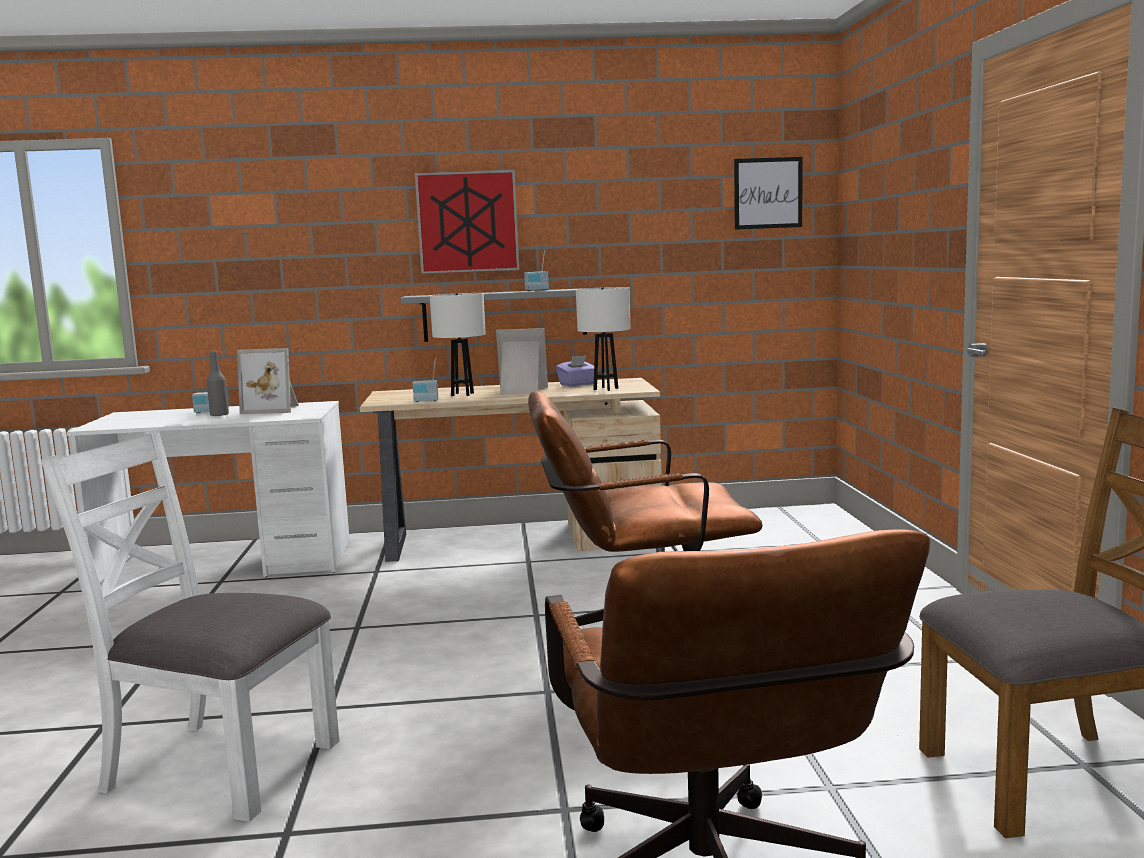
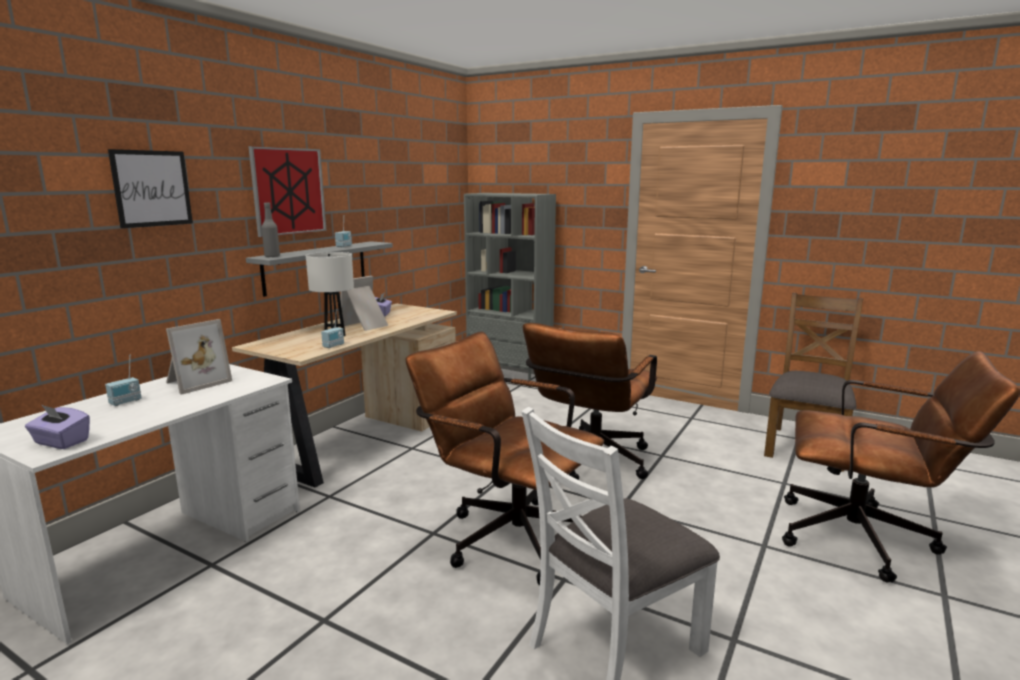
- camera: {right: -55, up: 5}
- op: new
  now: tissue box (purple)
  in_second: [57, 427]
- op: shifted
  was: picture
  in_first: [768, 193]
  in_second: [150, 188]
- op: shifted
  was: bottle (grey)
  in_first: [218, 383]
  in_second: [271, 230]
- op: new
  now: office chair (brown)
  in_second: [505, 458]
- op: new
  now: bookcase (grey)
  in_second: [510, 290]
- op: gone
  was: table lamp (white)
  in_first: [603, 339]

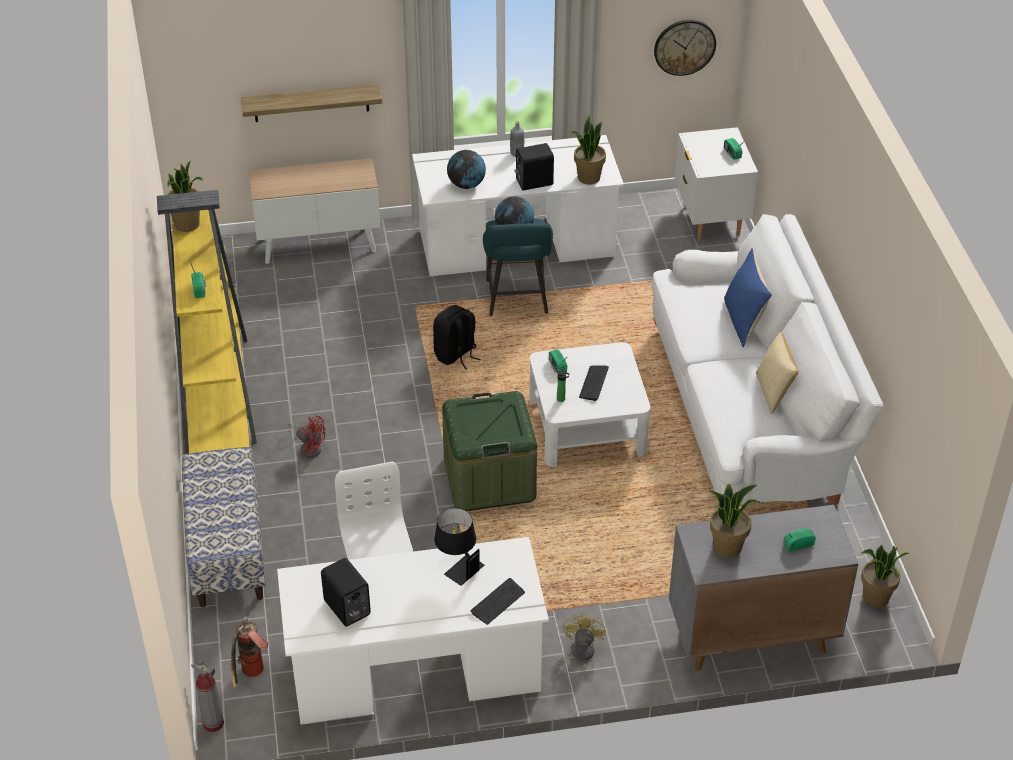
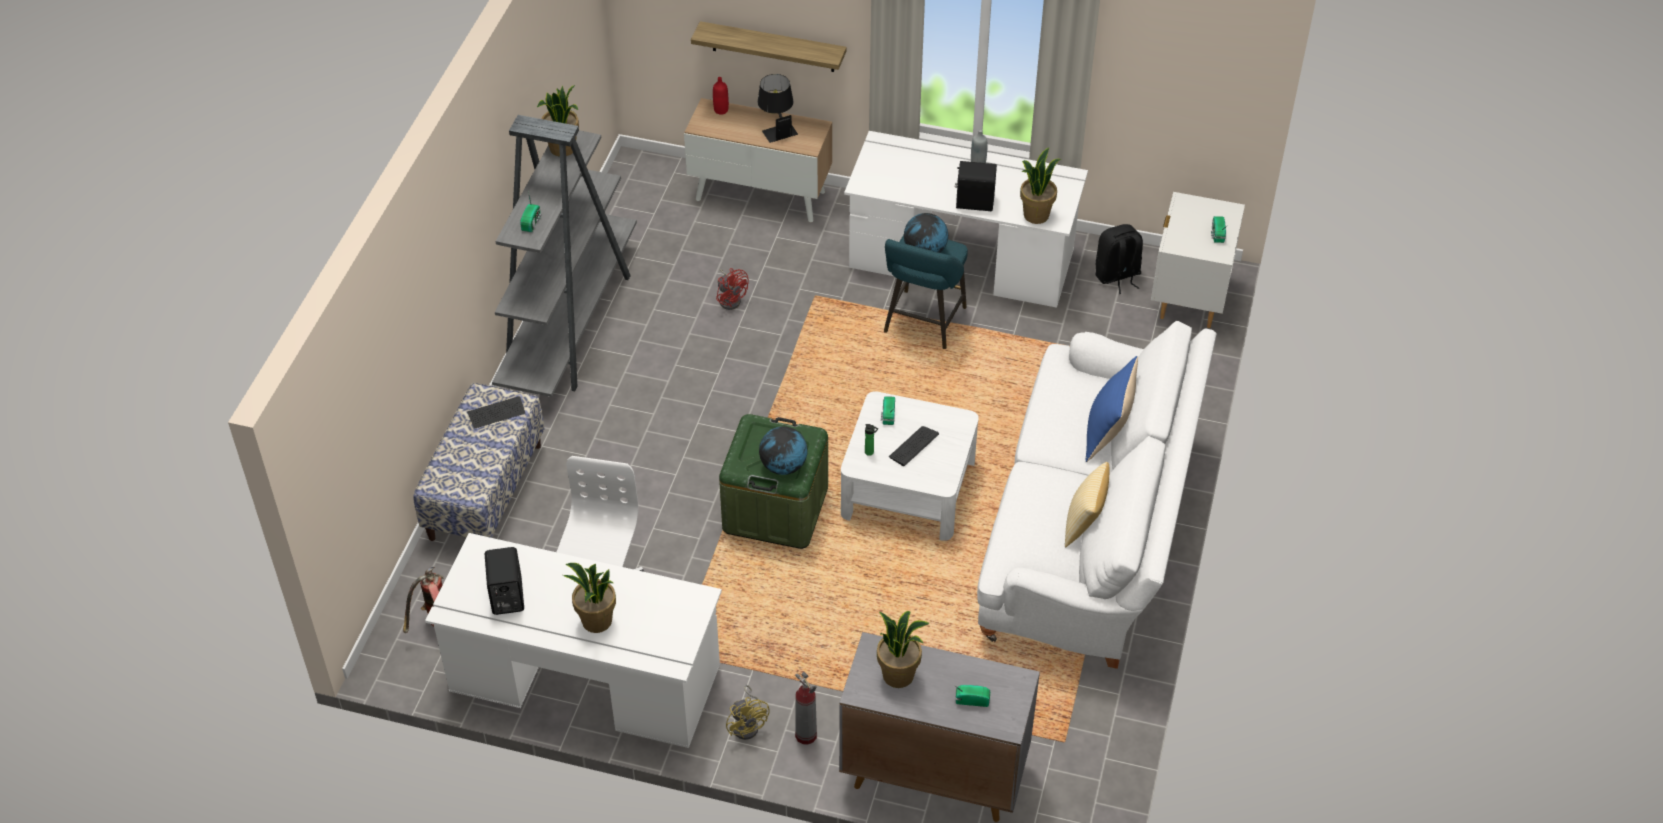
- camera: {right: 25, up: 5}
- op: shifted
  was: keyboard
  in_first: [497, 601]
  in_second: [496, 412]
- op: repainted
  was: bookcase (yellow)
  now: bookcase (grey)
  in_first: [207, 322]
  in_second: [564, 256]
- op: shifted
  was: potted plant
  in_first: [885, 576]
  in_second: [589, 598]
- op: new
  now: bottle (red)
  in_second: [721, 96]
- op: shifted
  was: fan (red)
  in_first: [306, 436]
  in_second: [732, 289]
- op: rotated
  was: fan (yellow)
  in_first: [580, 645]
  in_second: [748, 712]
  clockwise: 120
- op: shifted
  was: table lamp (black)
  in_first: [459, 547]
  in_second: [778, 108]
- op: shifted
  was: globe
  in_first: [466, 169]
  in_second: [783, 450]
- op: shifted
  was: fire extinguisher
  in_first: [207, 696]
  in_second: [806, 708]
- op: shifted
  was: backpack (black)
  in_first: [456, 337]
  in_second: [1119, 259]
- op: gone
  was: wall clock
  in_first: [685, 48]

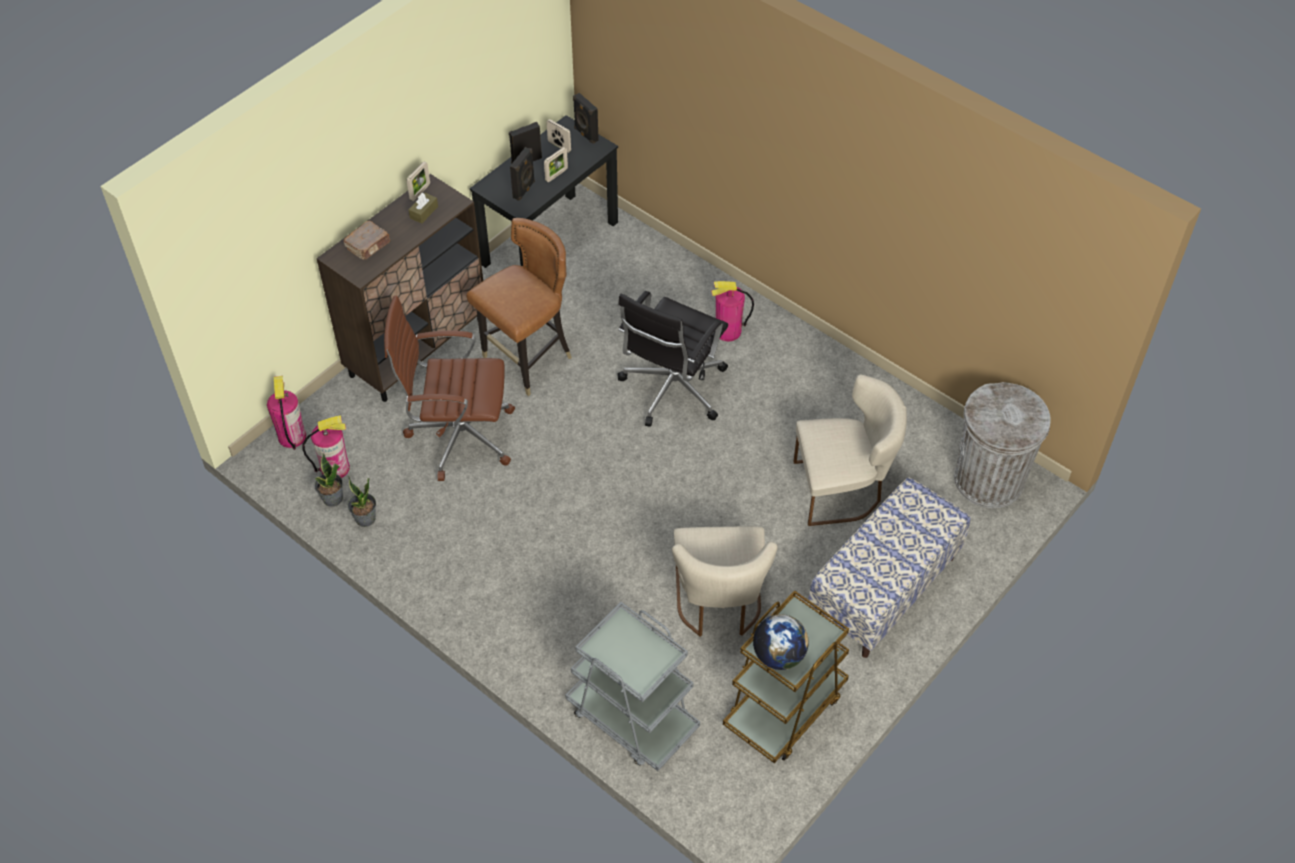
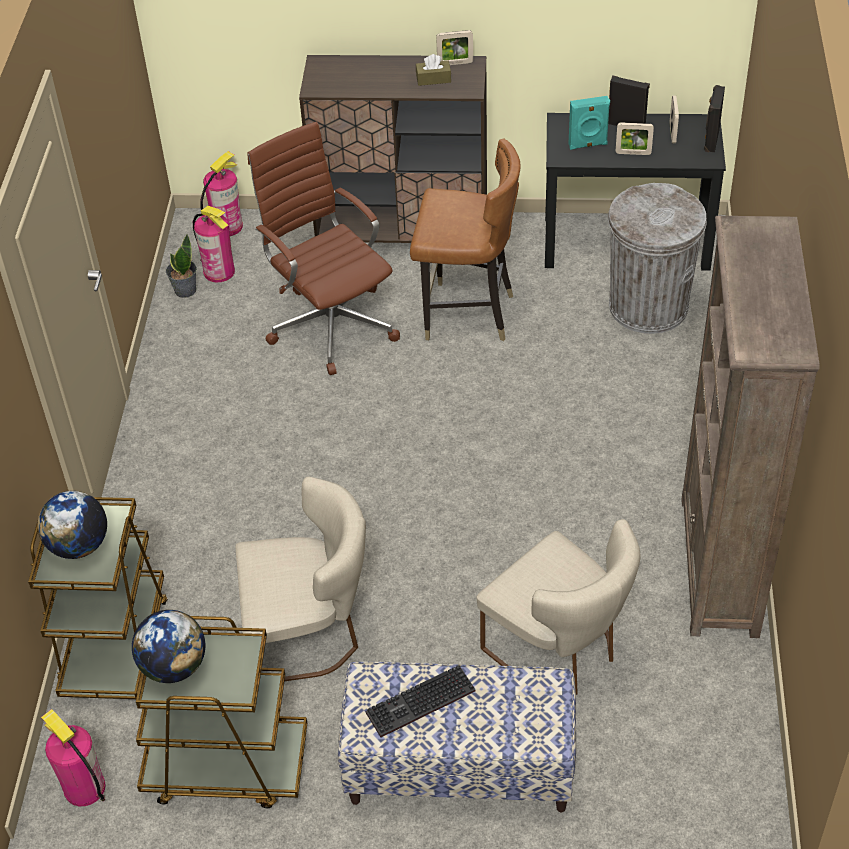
- camera: {right: 55, up: -5}
- op: repainted
  was: cart (grey)
  now: cart (brown)
  in_first: [632, 686]
  in_second: [98, 597]
- op: new
  now: globe
  in_second: [72, 525]
- op: shifted
  was: fire extinguisher
  in_first: [732, 311]
  in_second: [73, 757]
- op: rotated
  was: chair (beige)
  in_first: [725, 581]
  in_second: [301, 579]
  clockwise: -150
- op: new
  now: keyboard
  in_second: [421, 701]
- op: repainted
  was: speaker (black)
  now: speaker (turquoise)
  in_first: [522, 174]
  in_second: [589, 123]
- op: shifted
  was: trash can (grey)
  in_first: [1002, 445]
  in_second: [657, 258]
- op: new
  now: bookcase (brown)
  in_second: [750, 427]
- op: gone
  was: book (brown)
  in_first: [366, 240]
- op: gone
  was: potted plant
  in_first: [362, 501]
- op: gone
  was: office chair (black)
  in_first: [672, 359]

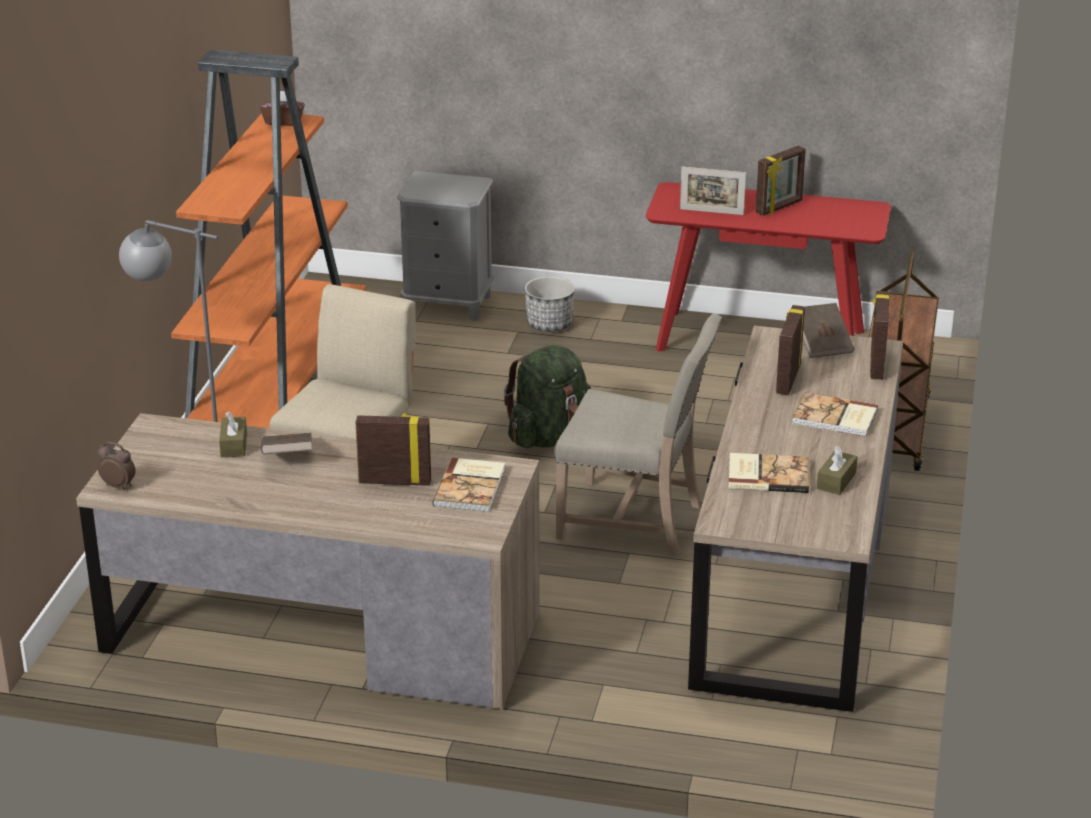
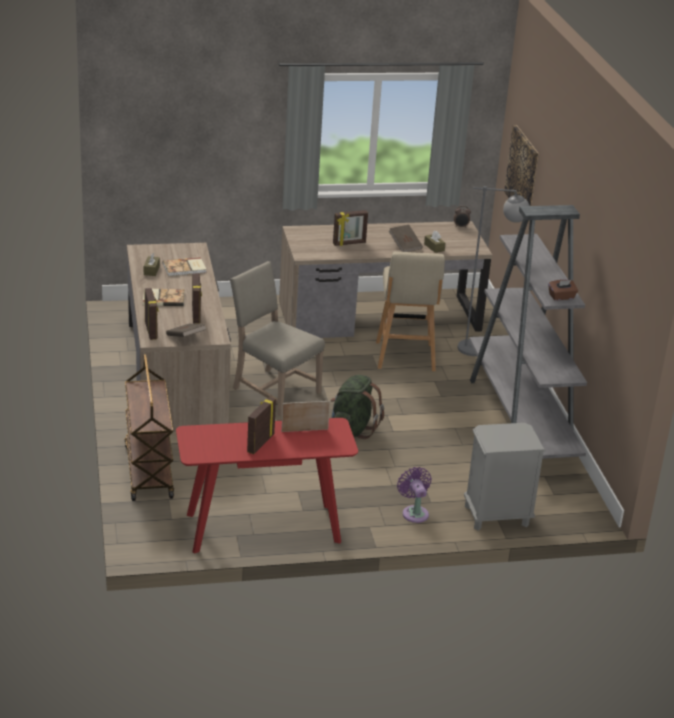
- camera: {right: 155, up: 0}
- op: rotated
  was: chair (beige)
  in_first: [638, 434]
  in_second: [277, 338]
  clockwise: 45
- op: swapped
  was: planter
  now: fan (purple)
  in_first: [550, 304]
  in_second: [414, 495]
- op: repainted
  was: bookcase (orange)
  now: bookcase (grey)
  in_first: [268, 239]
  in_second: [528, 332]
- op: new
  now: picture
  in_second: [521, 173]
- op: gone
  was: book
  in_first: [469, 485]

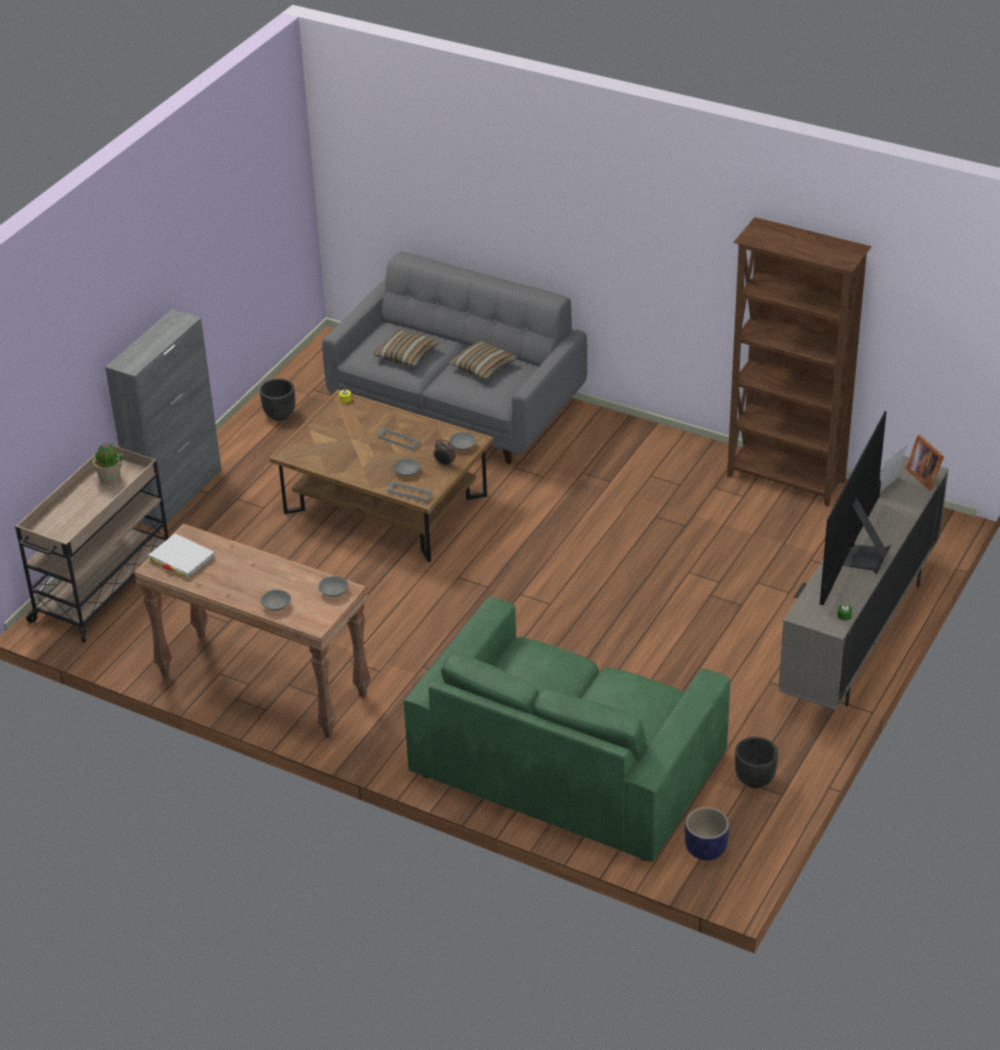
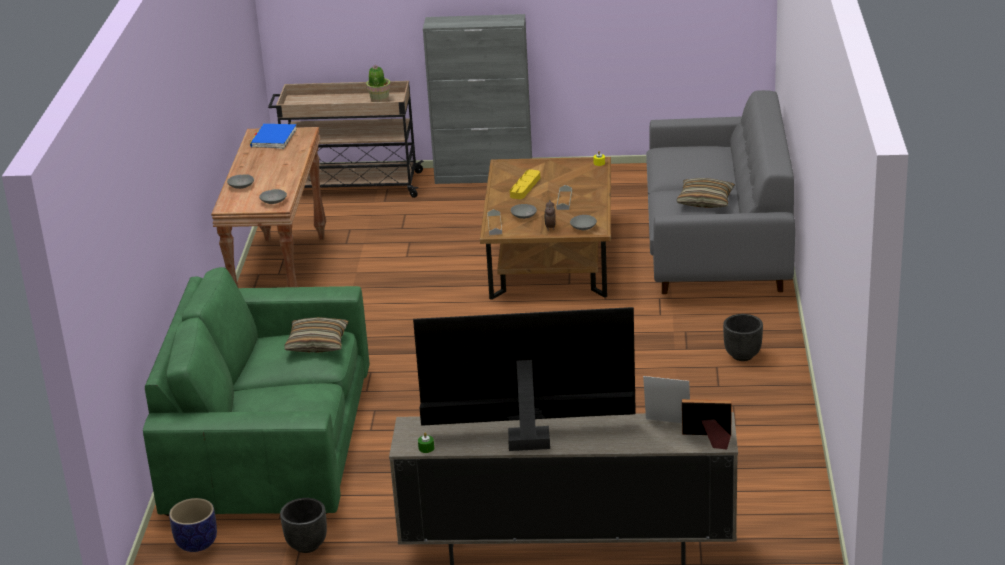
- camera: {right: 65, up: -10}
- op: repainted
  was: book (white)
  now: book (blue)
  in_first: [181, 555]
  in_second: [273, 136]
- op: shifted
  was: pillow
  in_first: [406, 348]
  in_second: [316, 334]
- op: new
  now: tray (yellow)
  in_second: [525, 184]
- op: rotated
  was: picture frame
  in_first: [925, 462]
  in_second: [707, 424]
  clockwise: 60
- op: shifted
  was: planter (black)
  in_first: [277, 400]
  in_second: [743, 337]
- op: gone
  was: bookcase (brown)
  in_first: [799, 362]

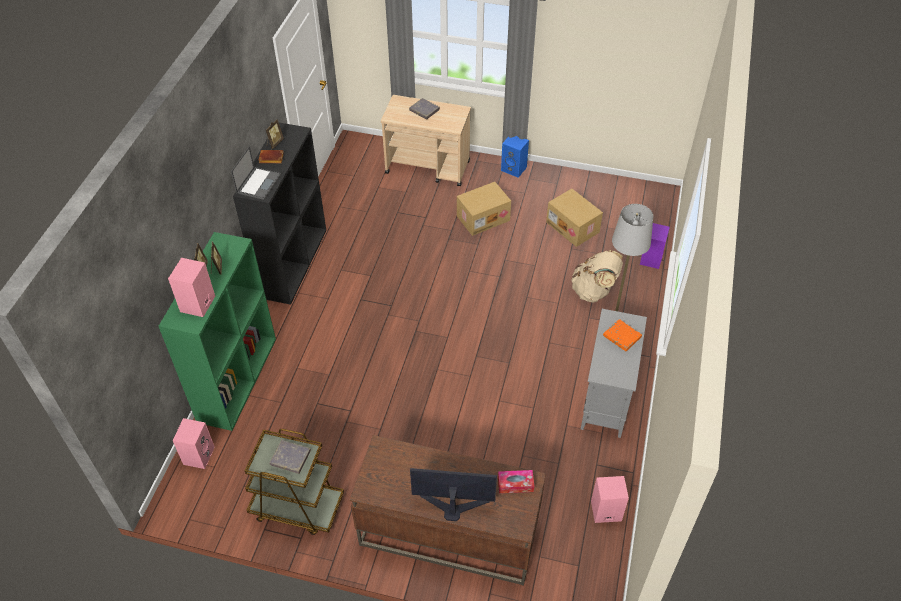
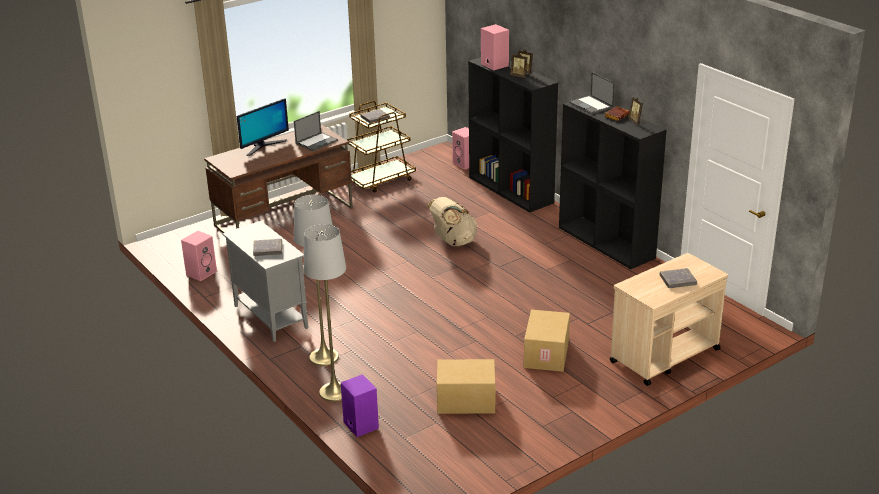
- camera: {right: 130, up: -20}
- op: repainted
  was: book (orange)
  now: book (grey)
  in_first: [622, 335]
  in_second: [267, 247]
- op: new
  now: laptop
  in_second: [316, 131]
- op: new
  now: floor lamp (grey)
  in_second: [324, 313]
- op: shifted
  was: backpack (beige)
  in_first: [597, 276]
  in_second: [452, 221]
- op: repainted
  was: bookcase (green)
  now: bookcase (black)
  in_first: [217, 331]
  in_second: [513, 134]
- op: gone
  was: tissue box
  in_first: [516, 481]
- op: gone
  was: speaker (blue)
  in_first: [515, 157]

